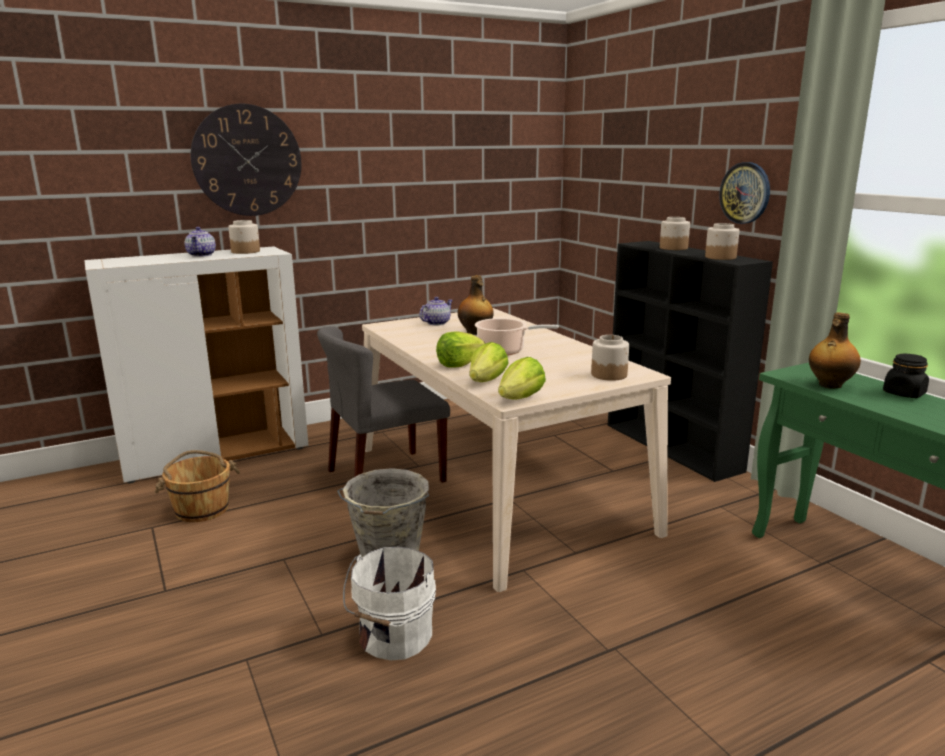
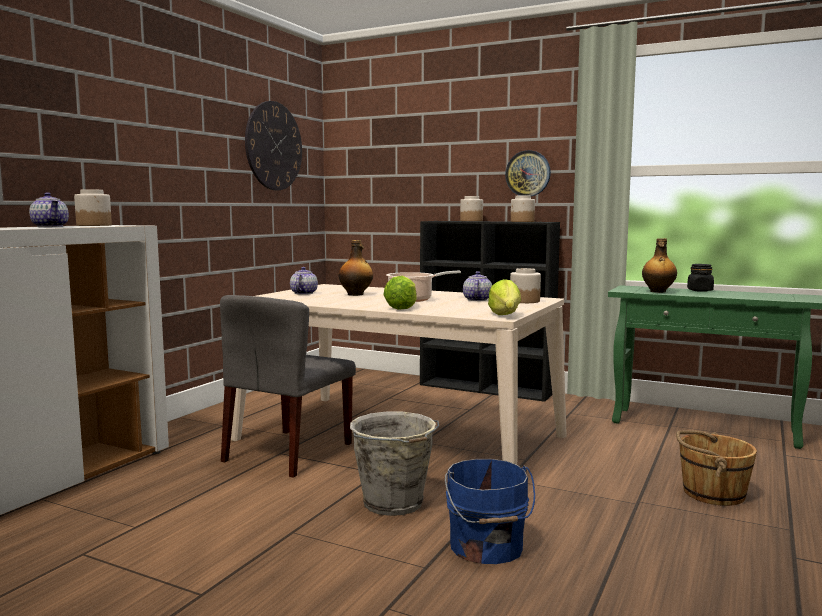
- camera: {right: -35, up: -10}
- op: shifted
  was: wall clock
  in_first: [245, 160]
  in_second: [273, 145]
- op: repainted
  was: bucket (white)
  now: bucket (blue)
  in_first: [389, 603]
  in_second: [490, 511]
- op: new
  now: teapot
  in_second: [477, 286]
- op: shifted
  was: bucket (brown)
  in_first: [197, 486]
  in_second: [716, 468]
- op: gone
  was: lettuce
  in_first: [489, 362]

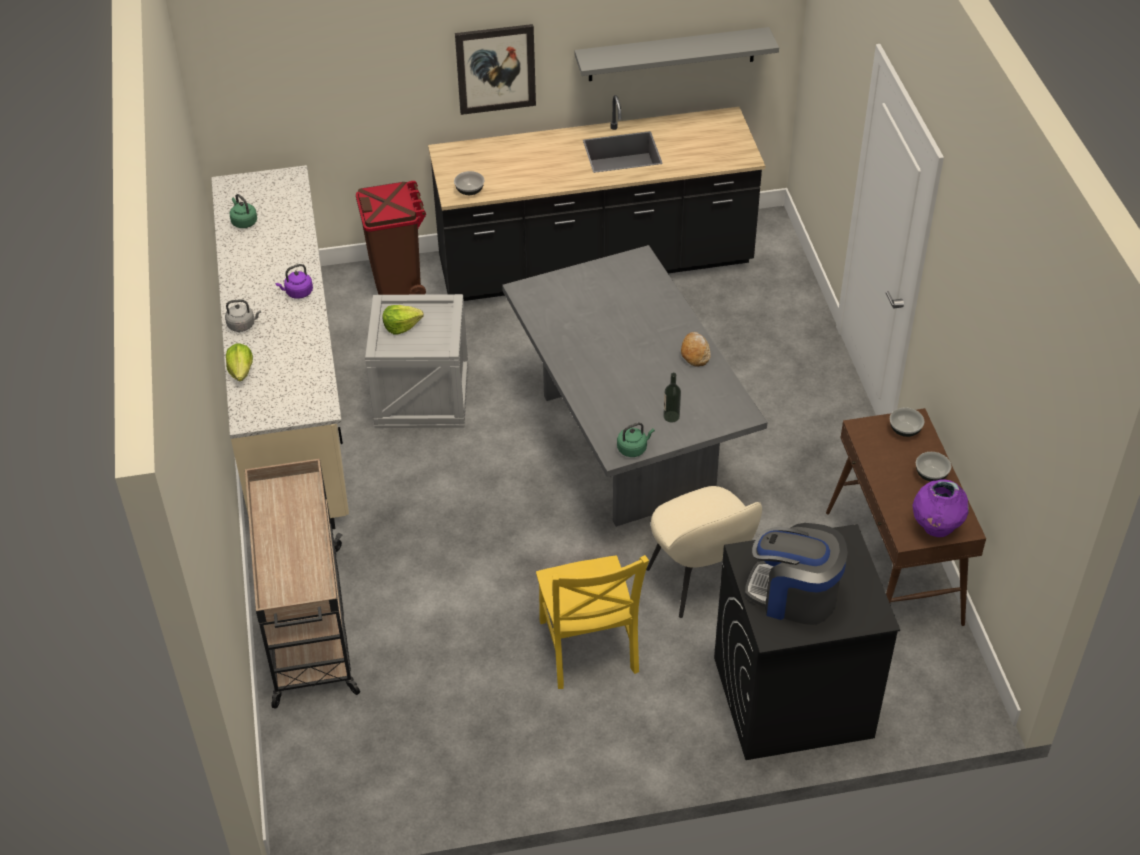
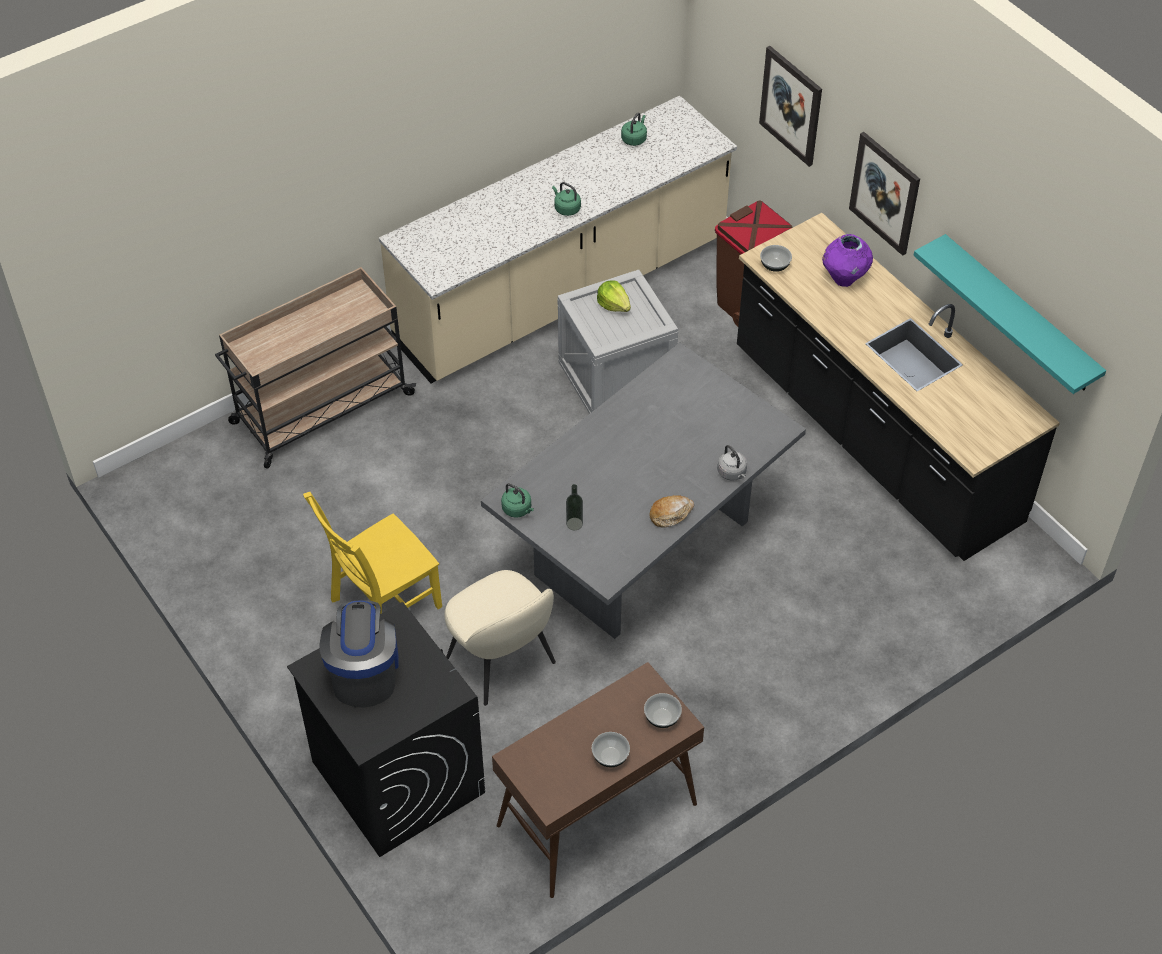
- camera: {right: 65, up: 5}
- op: rotated
  was: chair (beige)
  in_first: [704, 552]
  in_second: [500, 638]
  clockwise: -75
- op: repainted
  was: kettle (purple)
  now: kettle (green)
  in_first: [294, 281]
  in_second: [566, 199]
- op: shifted
  was: kettle (grey)
  in_first: [243, 315]
  in_second: [732, 463]
- op: new
  now: picture
  in_second: [790, 106]
- op: shifted
  was: vase (purple)
  in_first: [940, 508]
  in_second: [847, 260]
- op: repainted
  was: shelf (grey)
  now: shelf (turquoise)
  in_first: [677, 54]
  in_second: [1009, 314]
- op: gone
  was: lettuce
  in_first: [239, 362]

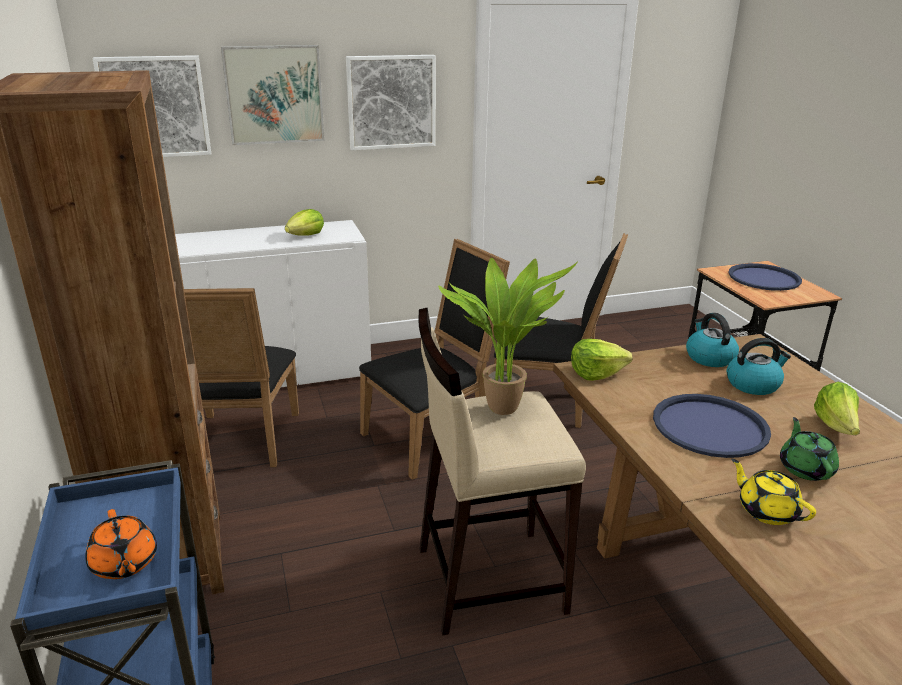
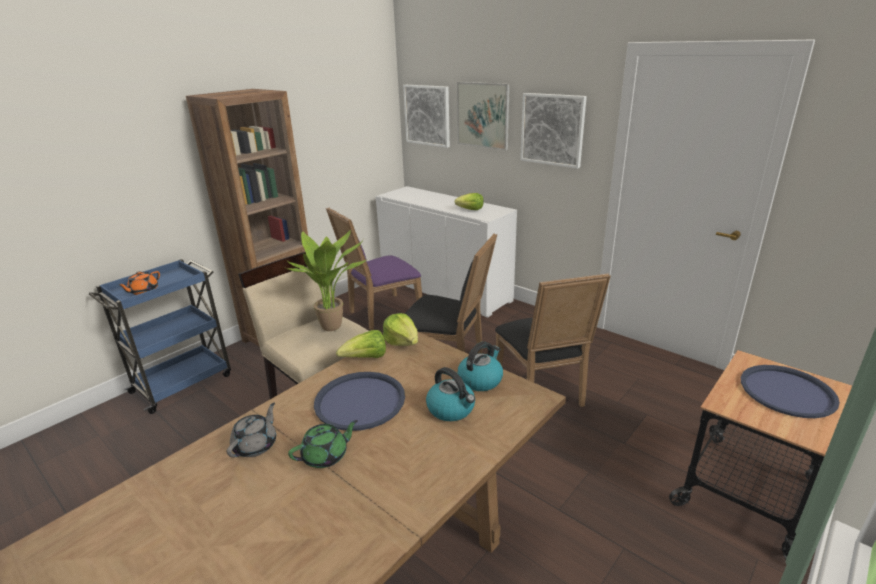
- camera: {right: 60, up: 0}
- op: repainted
  was: teapot (yellow)
  now: teapot (grey)
  in_first: [773, 492]
  in_second: [251, 429]
- op: repainted
  was: chair (black)
  now: chair (purple)
  in_first: [241, 377]
  in_second: [374, 268]
- op: shifted
  was: lettuce
  in_first: [837, 408]
  in_second: [361, 344]

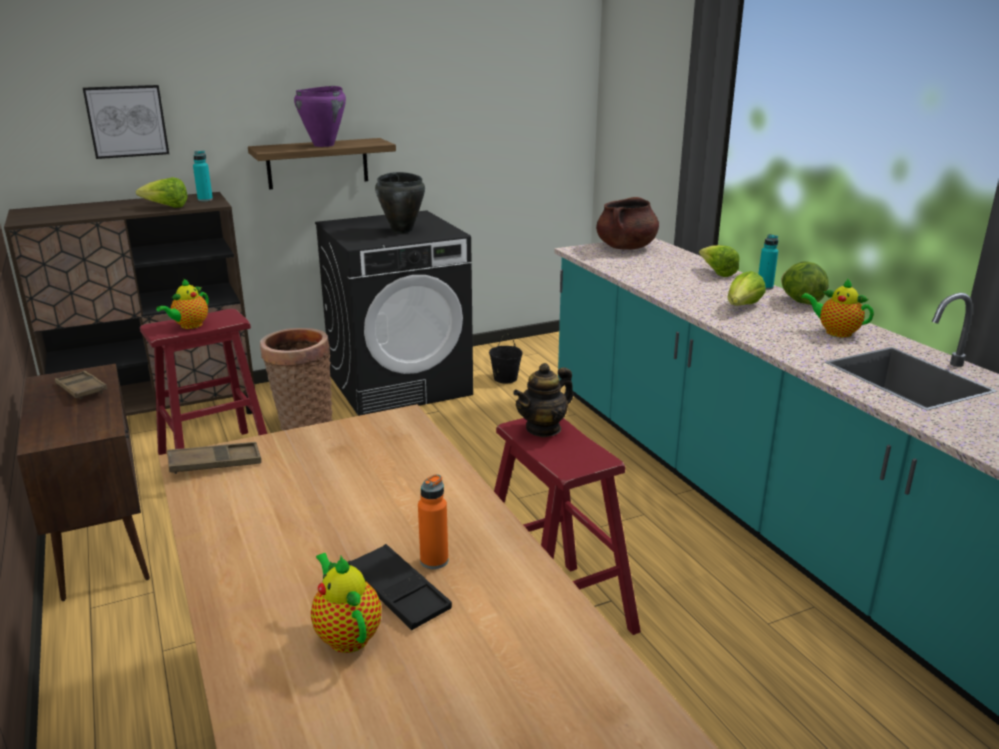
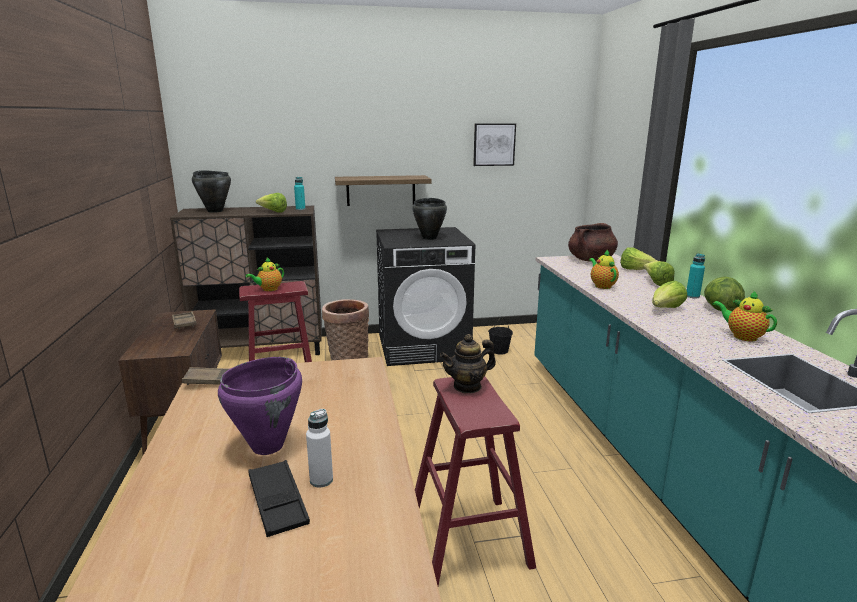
- camera: {right: 15, up: -5}
- op: new
  now: cooking pot (black)
  in_second: [211, 191]
- op: shifted
  was: cooking pot (purple)
  in_first: [320, 116]
  in_second: [260, 406]
- op: repainted
  was: bottle (orange)
  now: bottle (white)
  in_first: [433, 521]
  in_second: [319, 448]
- op: shifted
  was: picture
  in_first: [126, 122]
  in_second: [494, 145]
- op: shifted
  was: teapot
  in_first: [346, 603]
  in_second: [604, 269]
- op: new
  now: lettuce
  in_second: [639, 258]

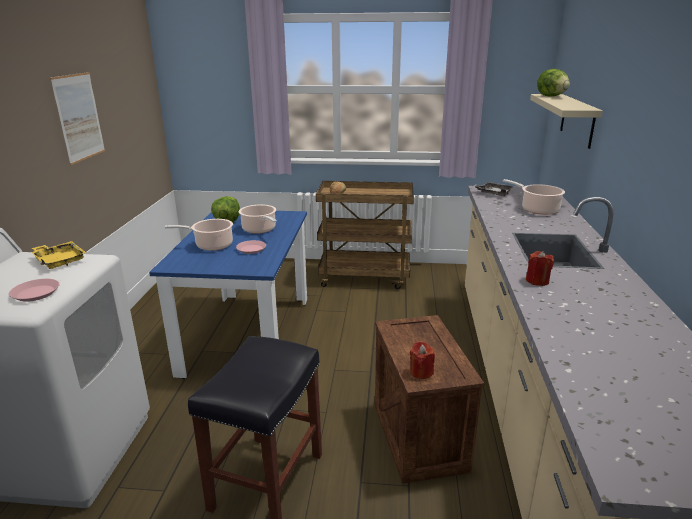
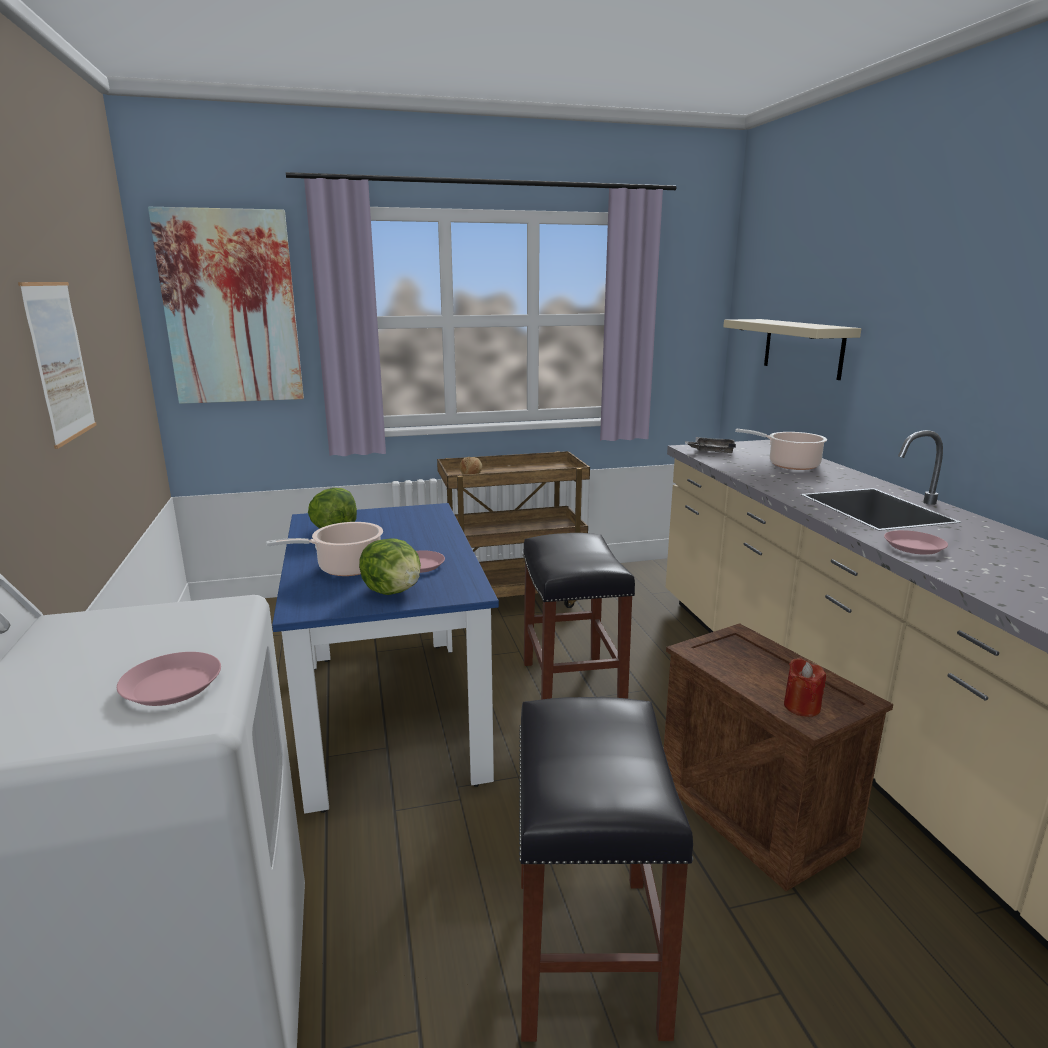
- camera: {right: -20, up: -5}
- op: new
  now: picture
  in_second: [226, 305]
- op: shifted
  was: lettuce
  in_first: [553, 83]
  in_second: [390, 566]
- op: new
  now: stool (black)
  in_second: [579, 616]
- op: swapped
  was: candle (red)
  now: plate (pink)
  in_first: [540, 268]
  in_second: [916, 542]
- op: gone
  was: tray (yellow)
  in_first: [59, 255]
- op: gone
  was: cooking pot
  in_first: [258, 219]

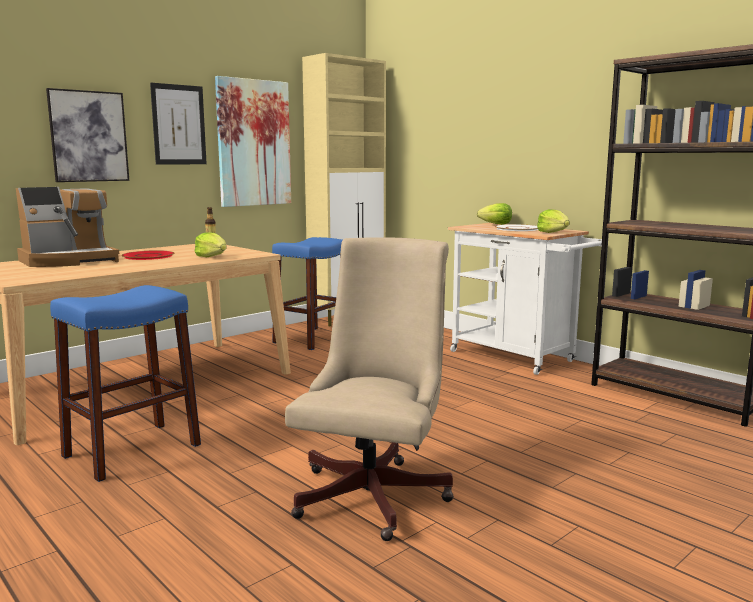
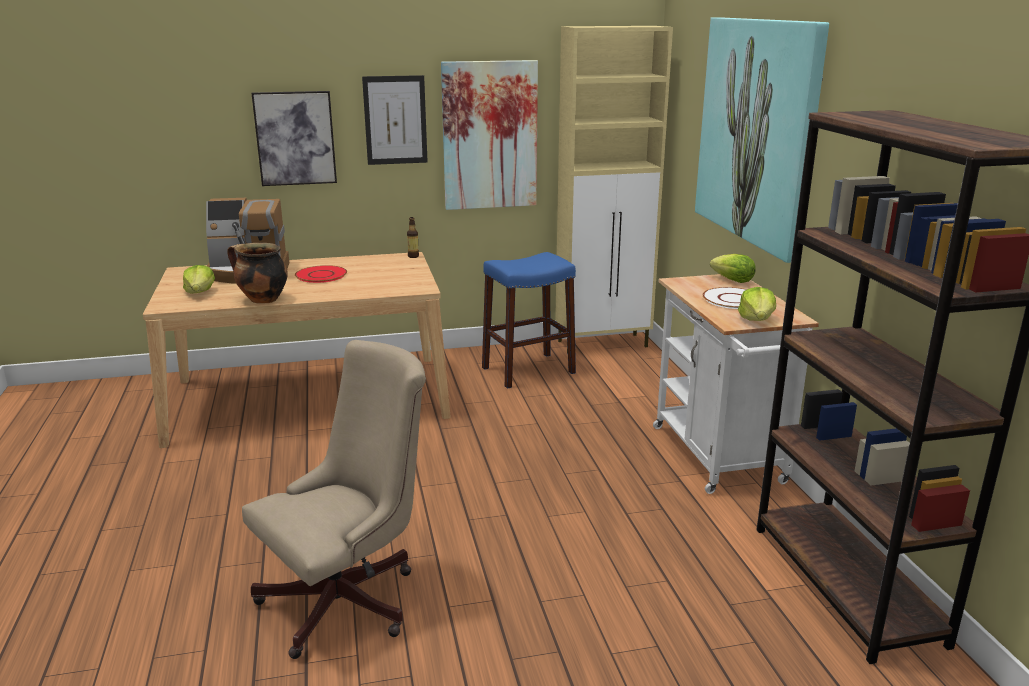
- camera: {right: 30, up: 10}
- op: shifted
  was: lettuce
  in_first: [210, 245]
  in_second: [199, 279]
- op: new
  now: cooking pot
  in_second: [257, 273]
- op: new
  now: picture
  in_second: [762, 140]
- op: gone
  was: stool (blue)
  in_first: [125, 383]

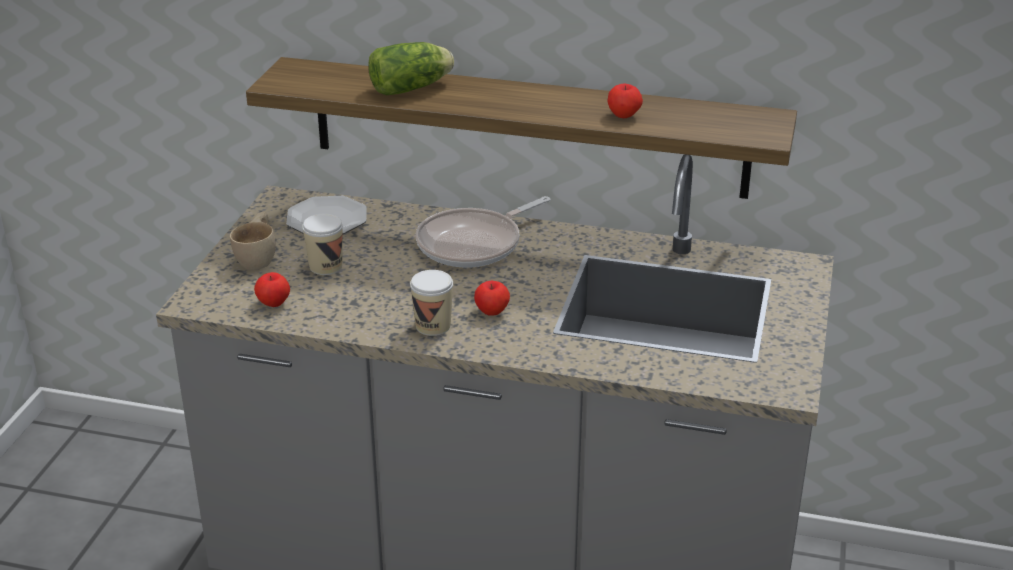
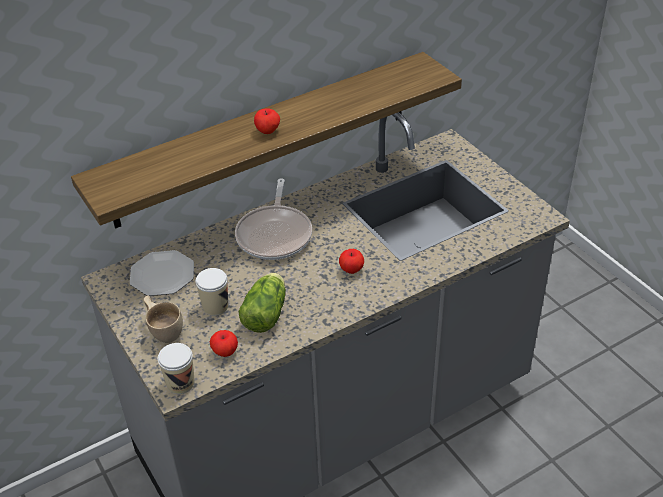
- camera: {right: -45, up: 10}
- op: shifted
  was: cup
  in_first: [431, 303]
  in_second: [176, 368]
- op: shifted
  was: lettuce
  in_first: [411, 68]
  in_second: [262, 303]
- op: shifted
  was: apple
  in_first: [625, 101]
  in_second: [267, 121]

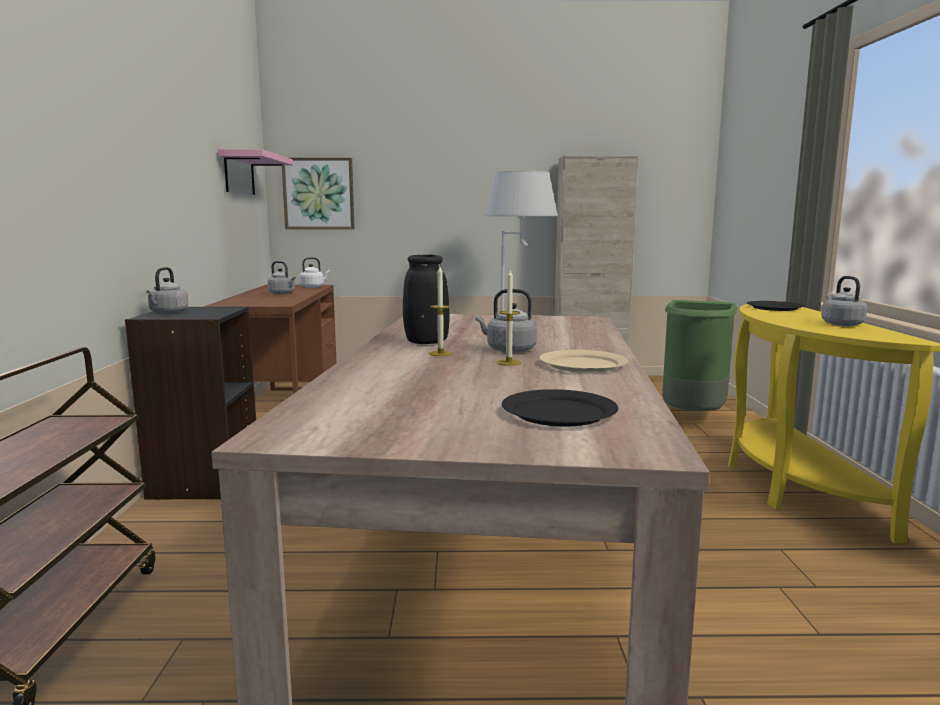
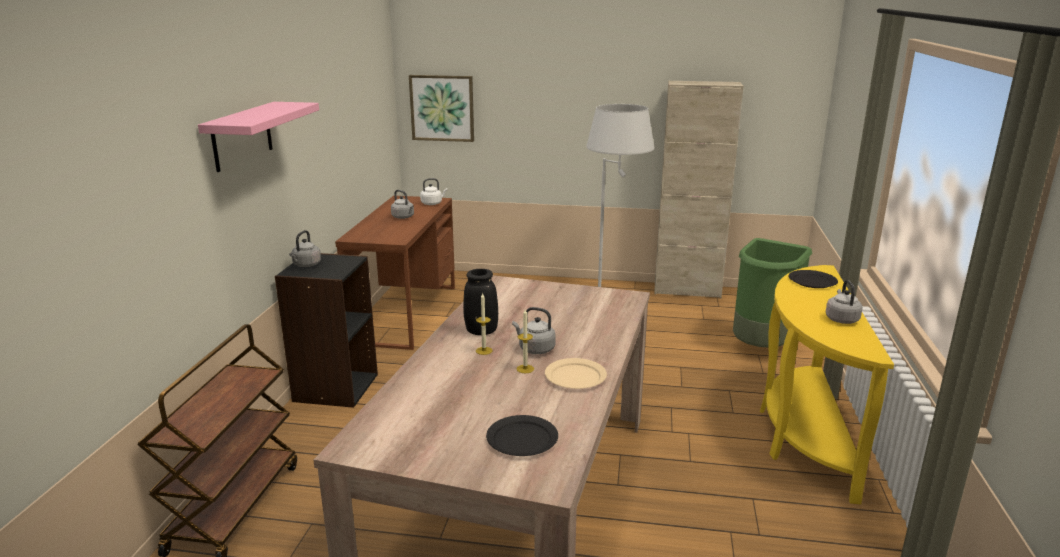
- camera: {right: 10, up: 10}
- op: shifted
  was: shelf (pink)
  in_first: [255, 172]
  in_second: [258, 137]

